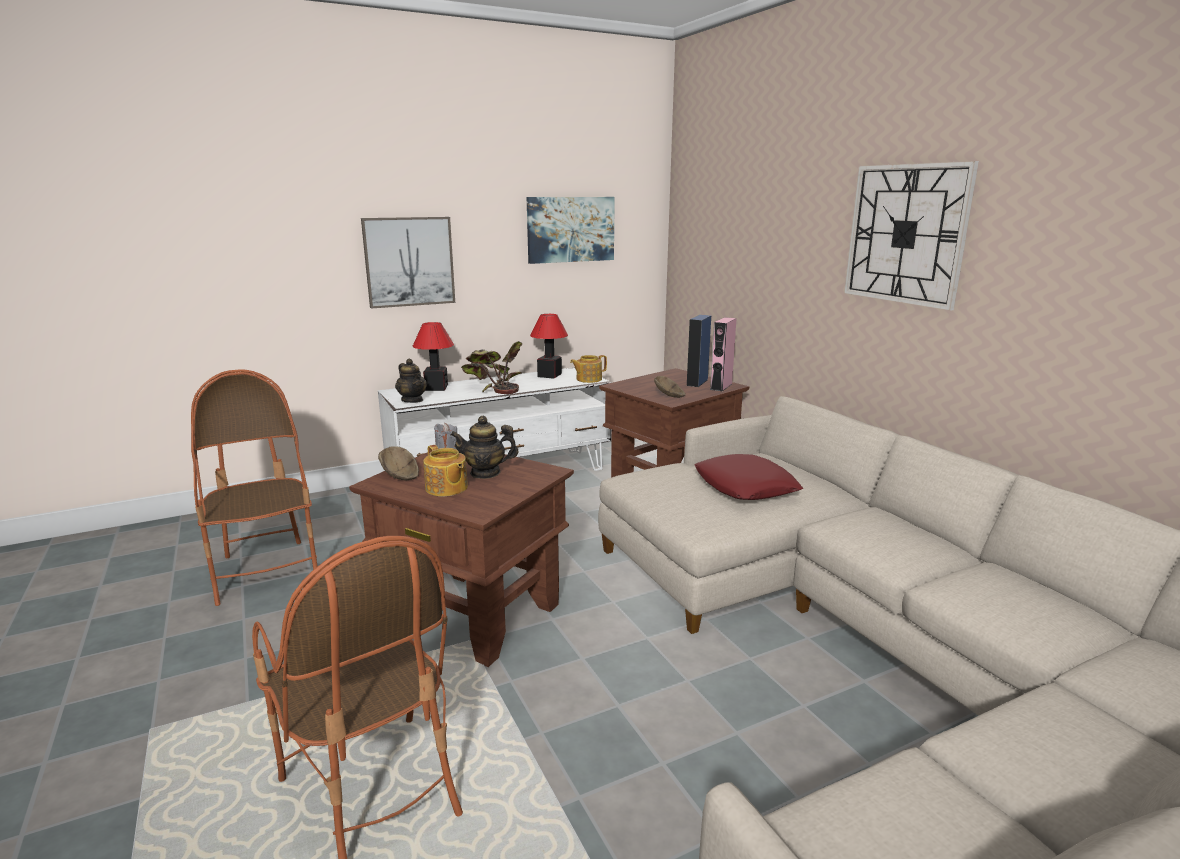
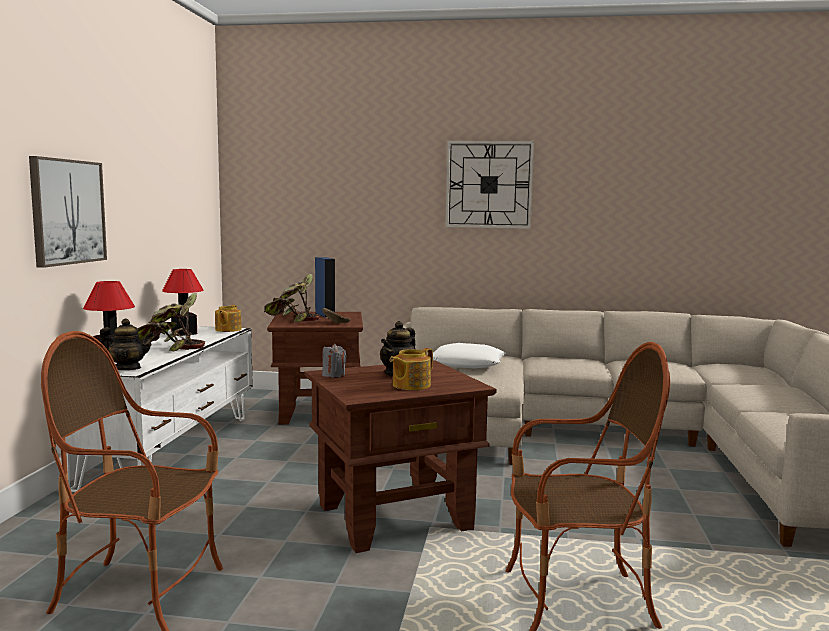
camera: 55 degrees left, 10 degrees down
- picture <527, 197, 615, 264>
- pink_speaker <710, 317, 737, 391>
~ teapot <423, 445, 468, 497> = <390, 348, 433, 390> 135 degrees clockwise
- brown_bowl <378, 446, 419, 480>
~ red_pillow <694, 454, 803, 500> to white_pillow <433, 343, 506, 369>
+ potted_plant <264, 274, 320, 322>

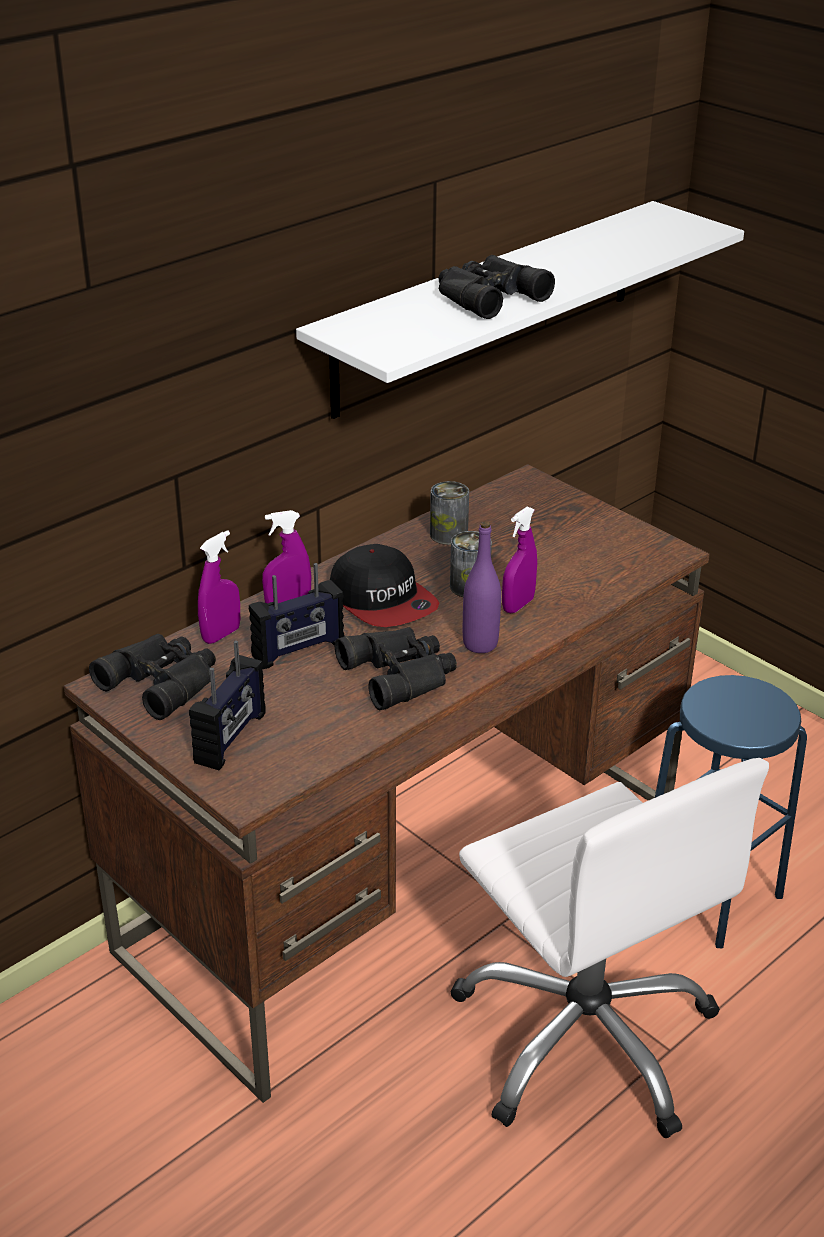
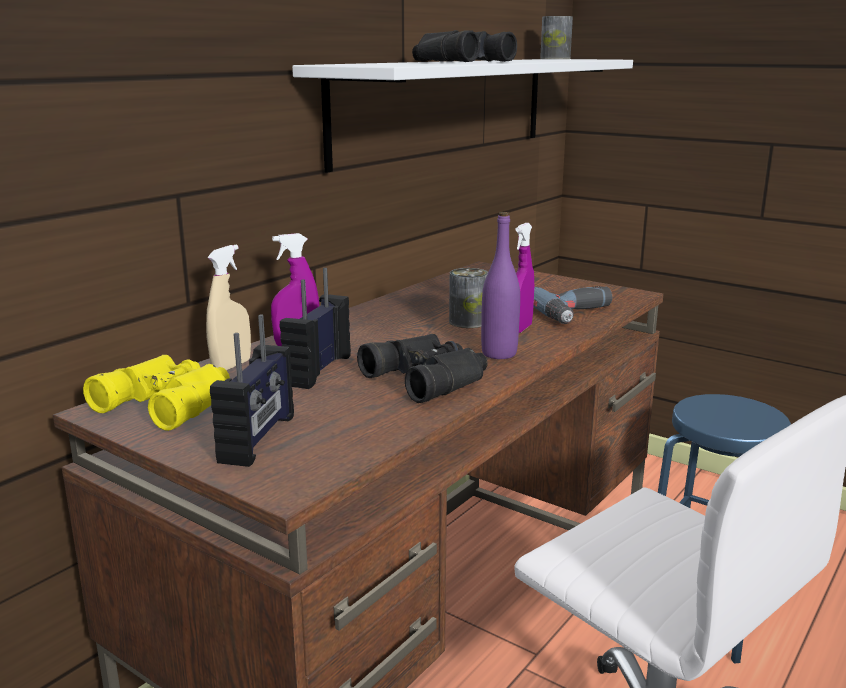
camera: 10 degrees left, 15 degrees down
~ can <430, 481, 469, 545> to <540, 16, 573, 59>
~ purple_spray_bottle <198, 530, 240, 644> to beige_spray_bottle <206, 245, 251, 370>
- cap <330, 544, 440, 627>
~ radio <249, 563, 344, 669> = <280, 268, 351, 389> 150 degrees clockwise
~ black_binoculars <89, 633, 216, 720> to yellow_binoculars <83, 355, 230, 431>
+ power_drill <533, 286, 612, 324>

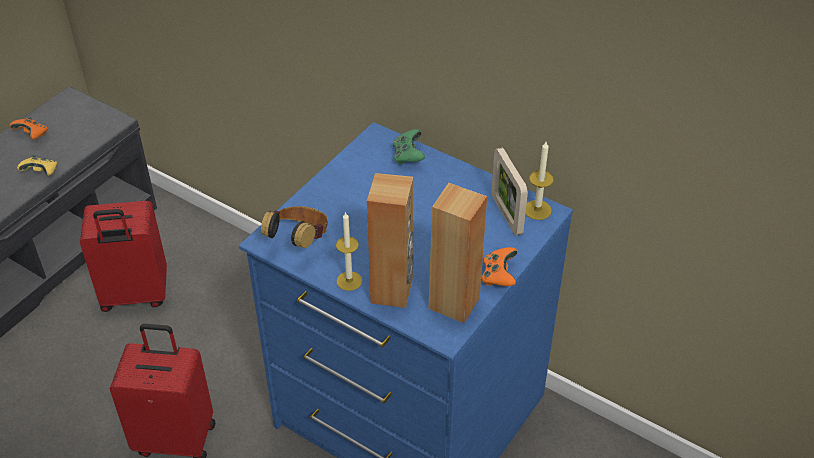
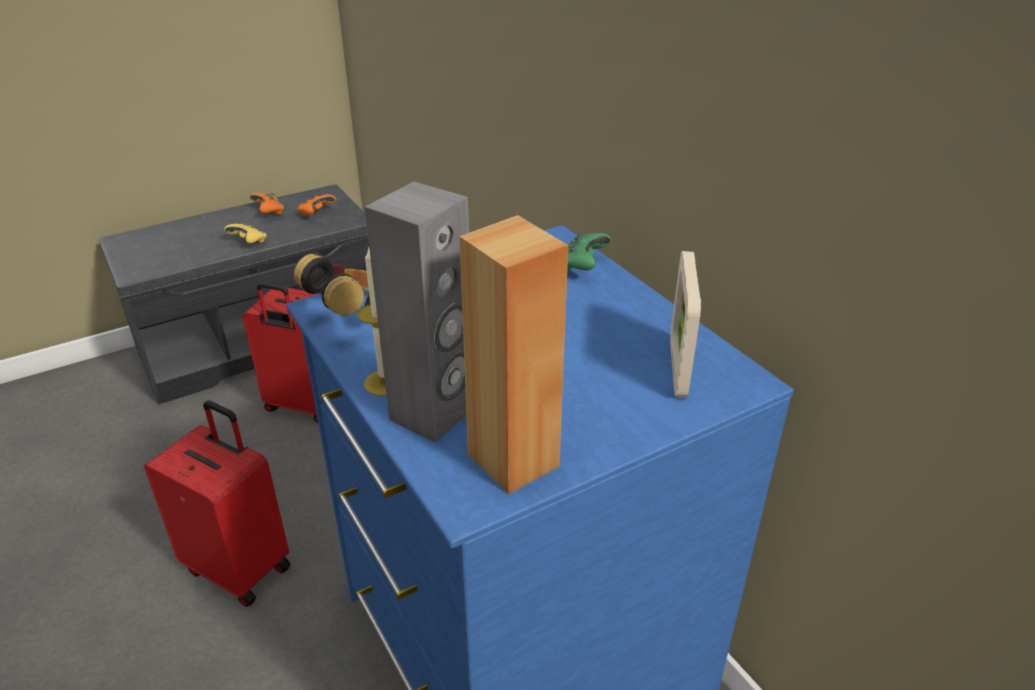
camera: 25 degrees right, 10 degrees down
- candle <525, 142, 554, 220>
~ brown_speaker <367, 173, 414, 308> to grey_speaker <364, 181, 469, 442>
~ orange_game_controller <482, 247, 518, 286> to <298, 194, 336, 216>

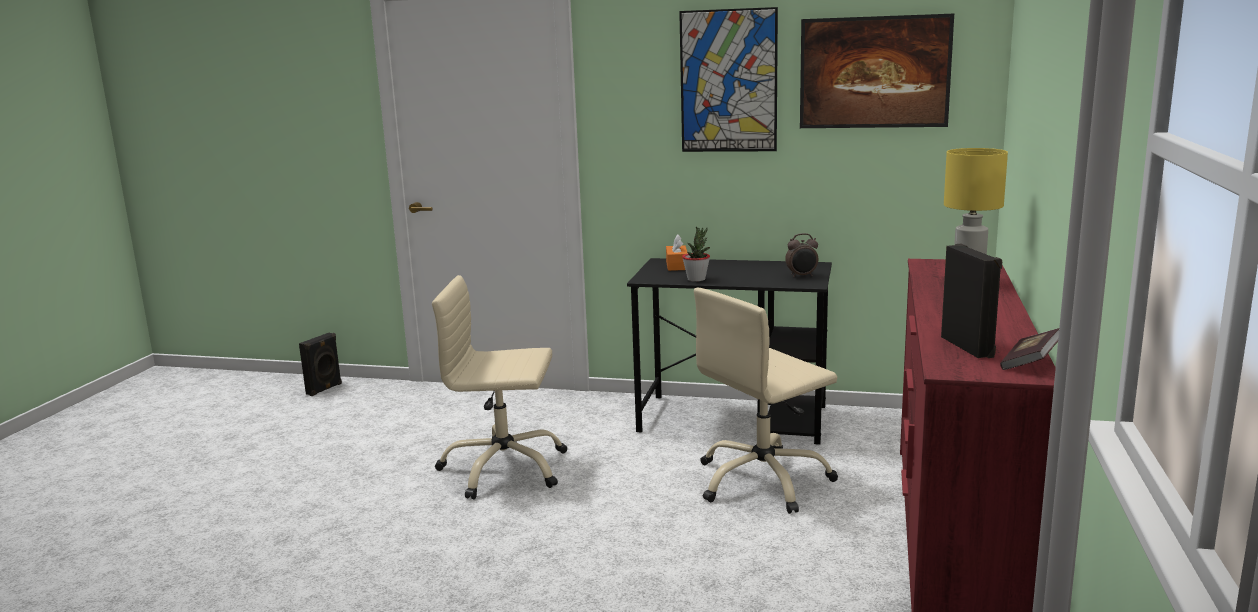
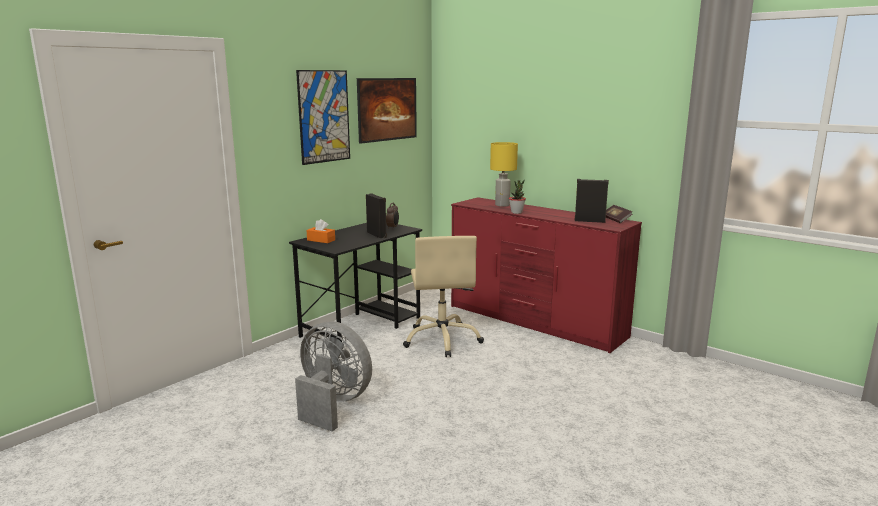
camera: 65 degrees left, 0 degrees up
~ potted_plant <682, 226, 710, 282> to <509, 180, 526, 214>
~ beige_office_chair <432, 275, 567, 499> to grey_fan <295, 321, 372, 432>
~ black_speaker <299, 333, 342, 396> to <366, 193, 387, 238>

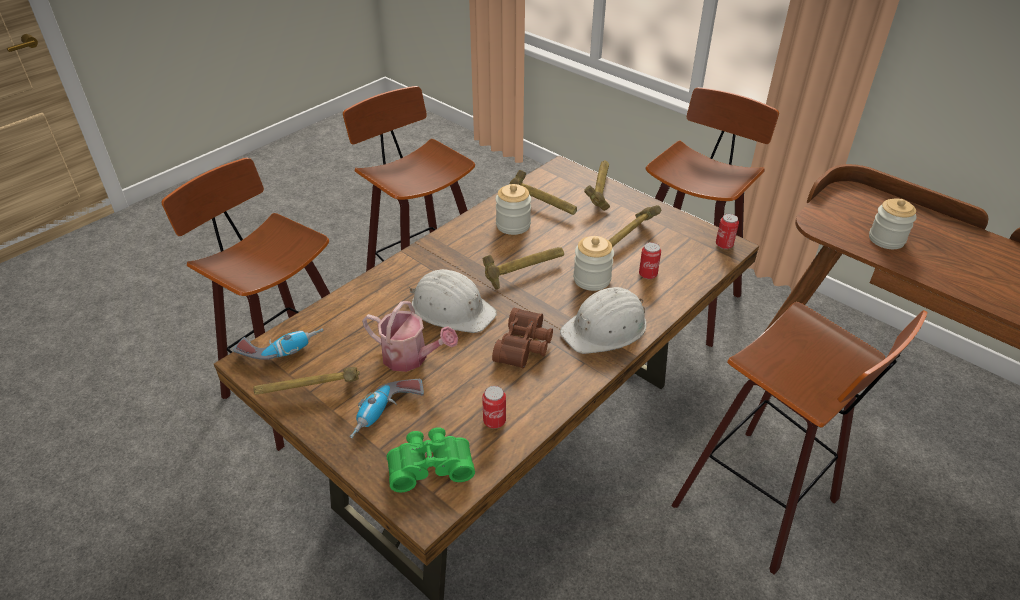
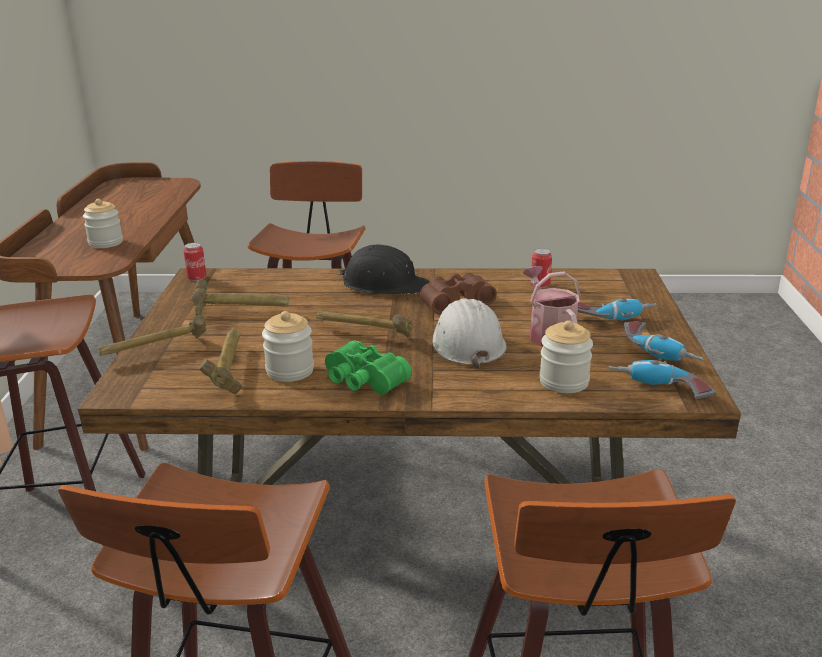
camera: 130 degrees left, 15 degrees down
~ jar <573, 236, 614, 291> to <539, 320, 593, 393>
- can <639, 242, 661, 279>
~ white_hard_hat <560, 287, 646, 354> to black_hard_hat <339, 245, 430, 294>
~ hammer <253, 367, 360, 395> to power_drill <624, 321, 704, 361>
~ green_binoculars <387, 427, 475, 492> to <325, 341, 412, 395>

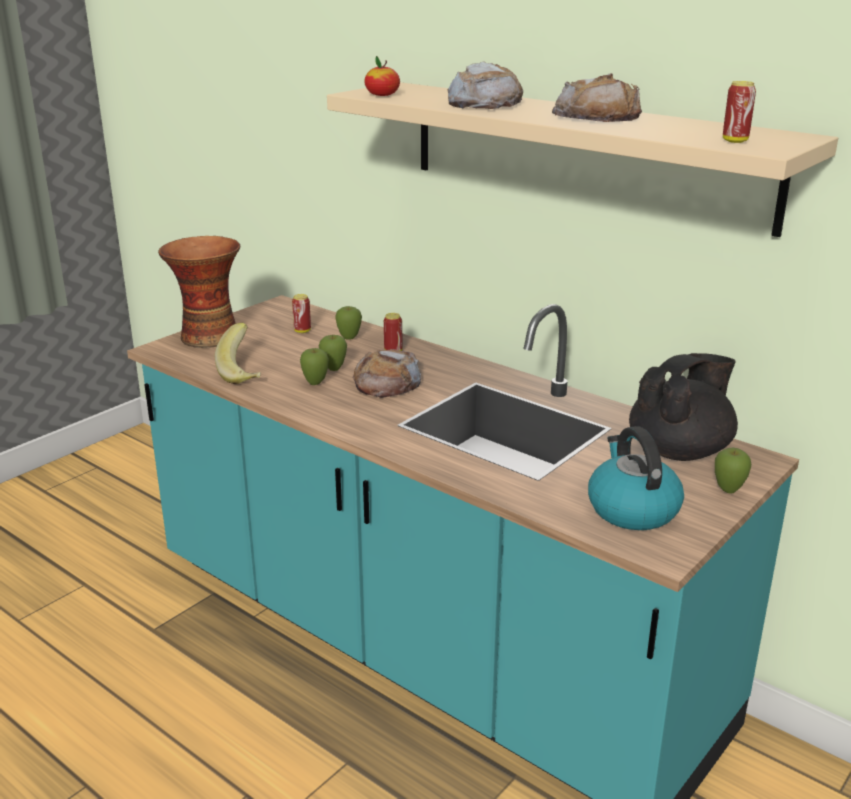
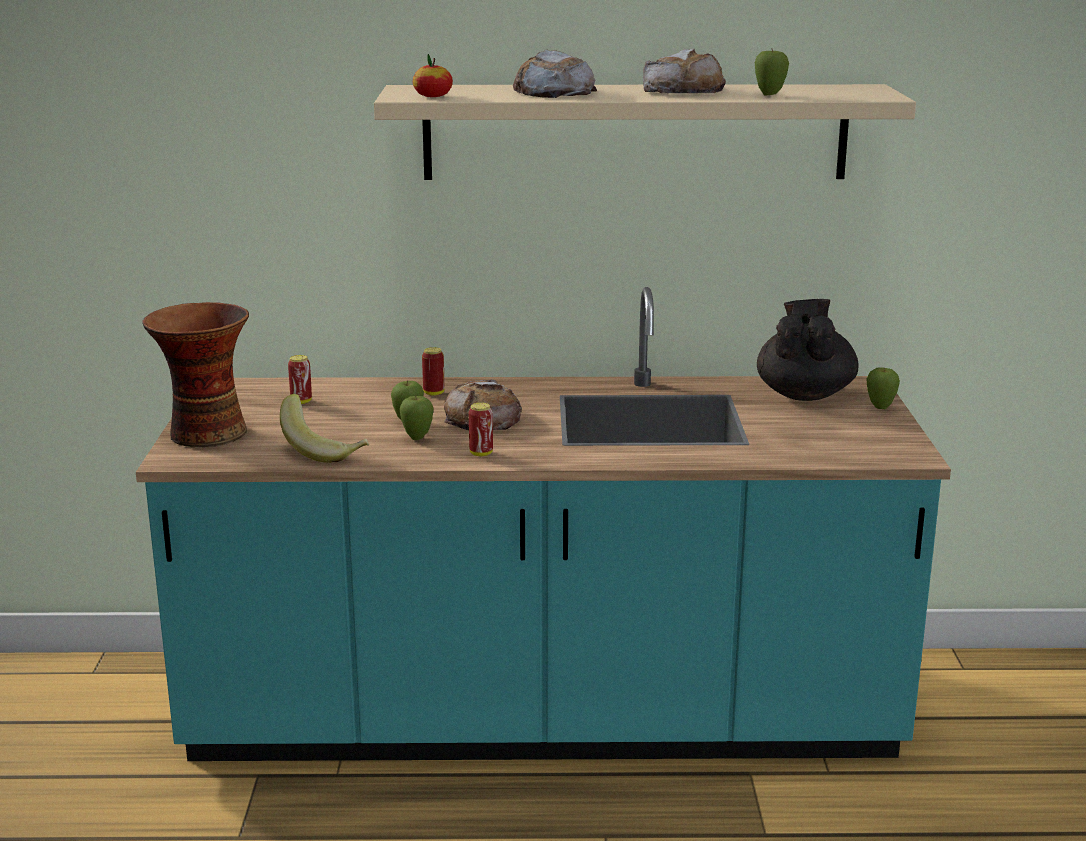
camera: 40 degrees left, 5 degrees down
~ can <723, 81, 756, 143> to <469, 402, 493, 456>
~ apple <335, 306, 362, 340> to <755, 50, 789, 96>
- kettle <588, 426, 684, 530>

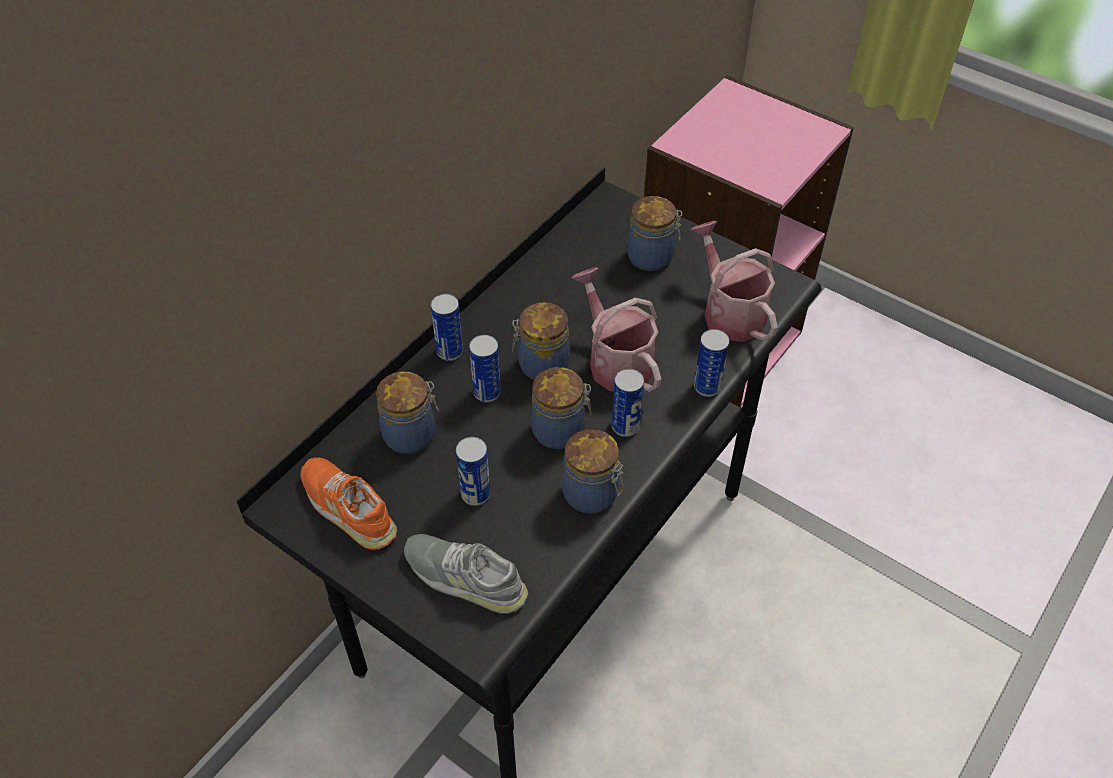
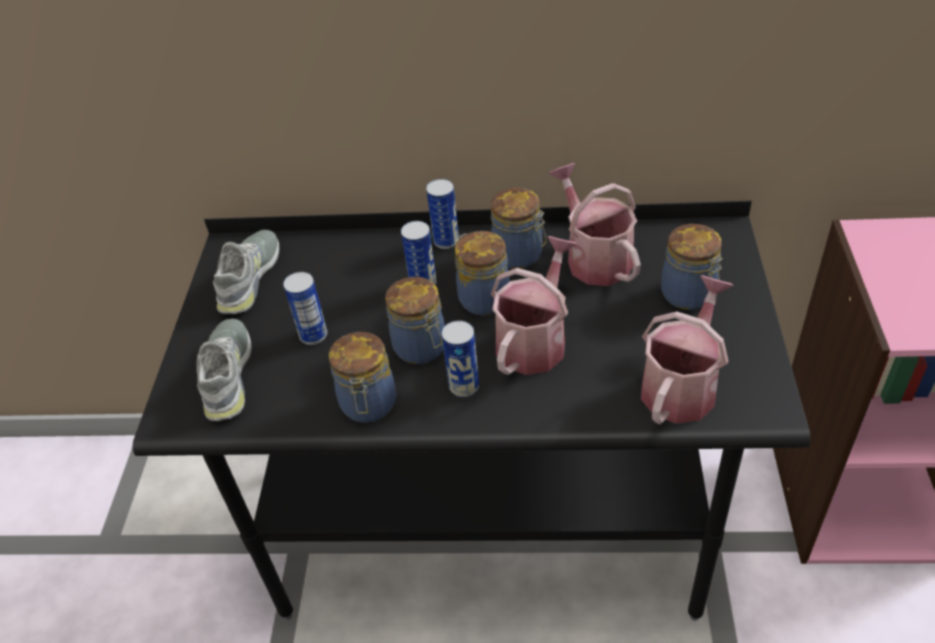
camera: 60 degrees right, 5 degrees down
- can <694, 329, 730, 397>
~ jar <376, 372, 439, 454> to <491, 188, 547, 269>
~ orange_shoe <301, 458, 397, 550> to grey_shoe <213, 230, 279, 314>
+ watering_can <549, 163, 641, 286>

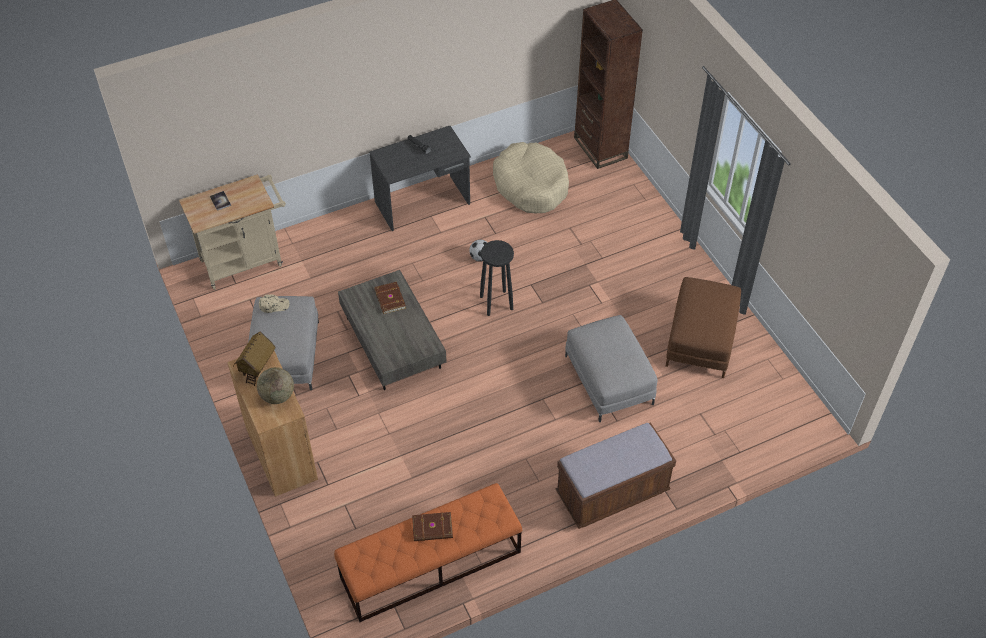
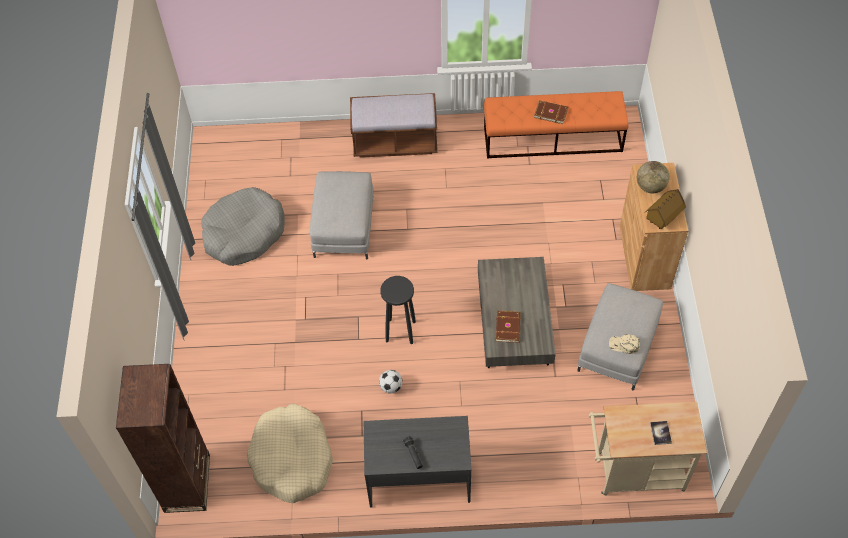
camera: 155 degrees left, 5 degrees up
~ brown_ottoman <666, 277, 741, 378> to grey_dog_bed <201, 187, 285, 266>

